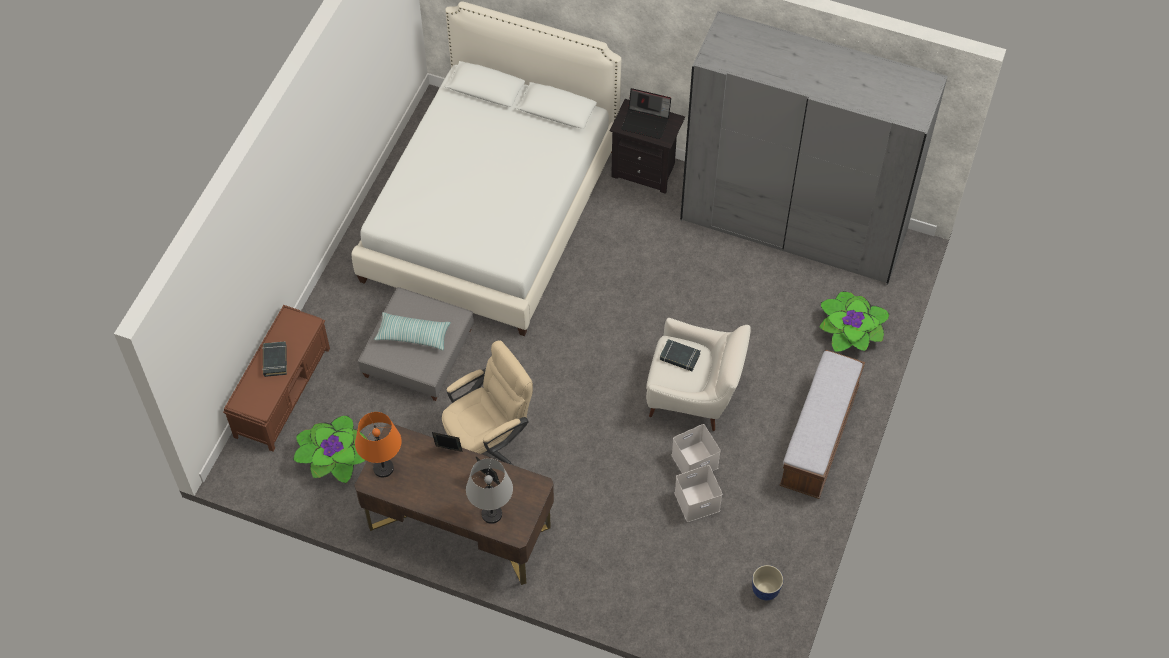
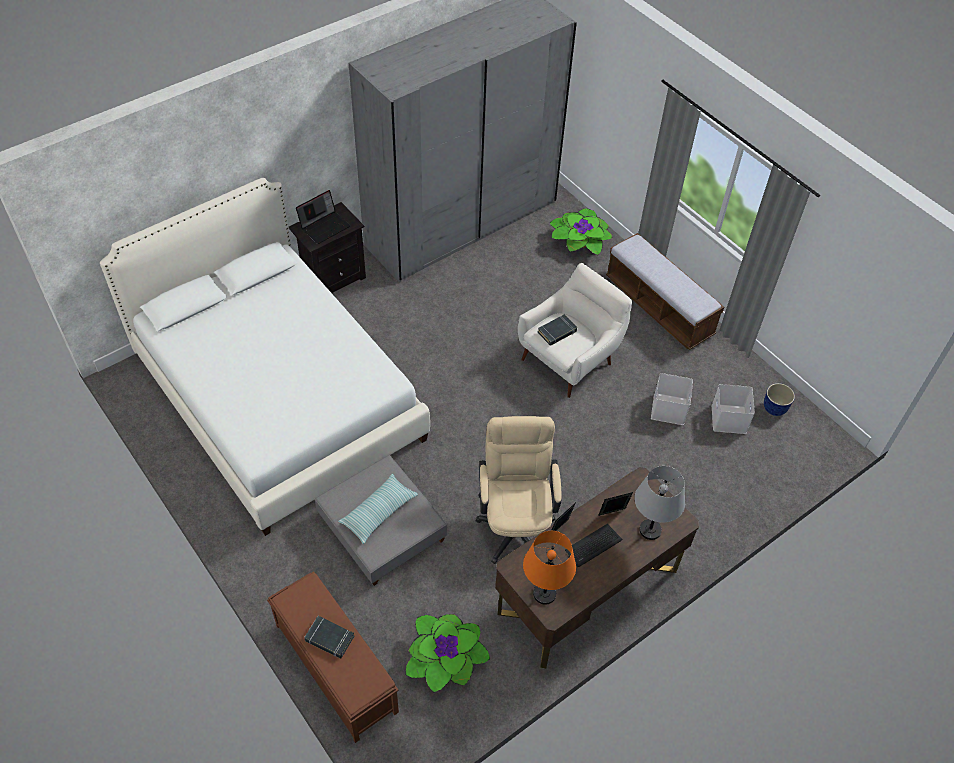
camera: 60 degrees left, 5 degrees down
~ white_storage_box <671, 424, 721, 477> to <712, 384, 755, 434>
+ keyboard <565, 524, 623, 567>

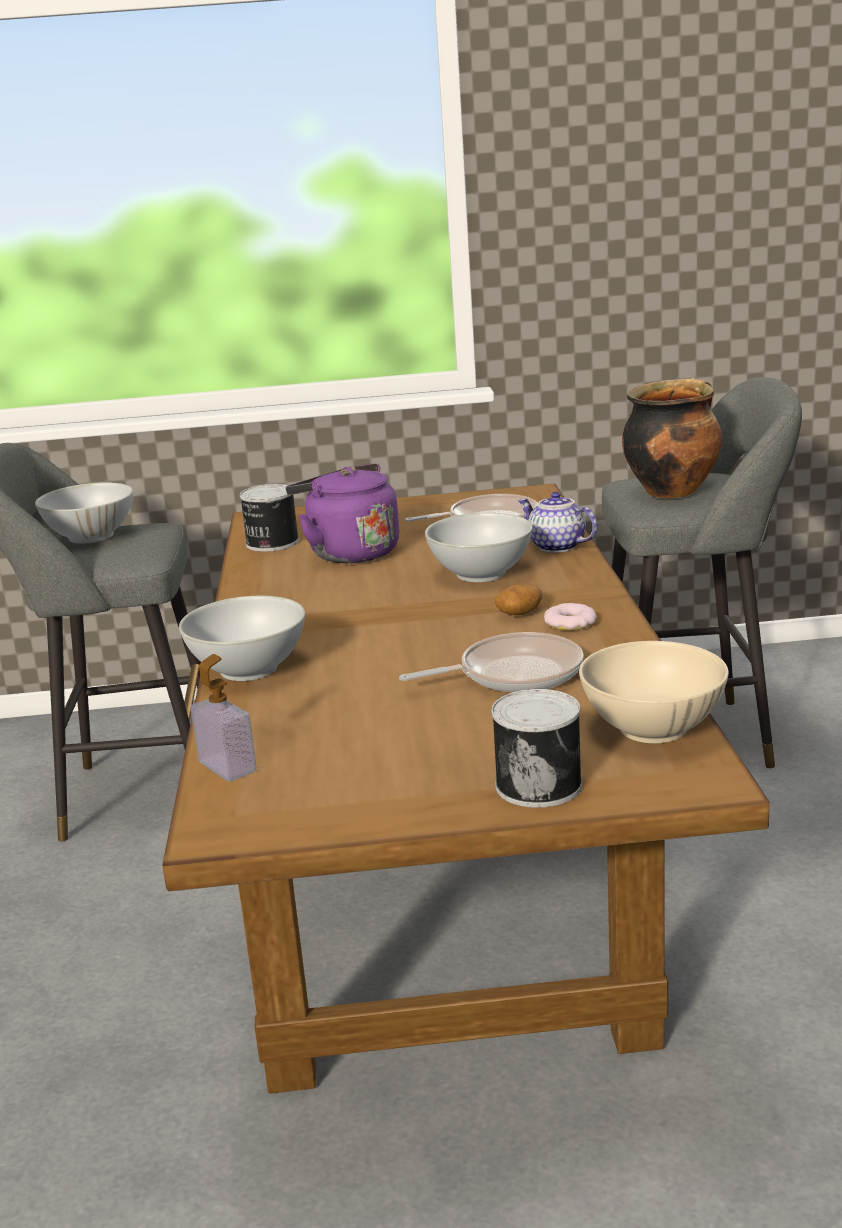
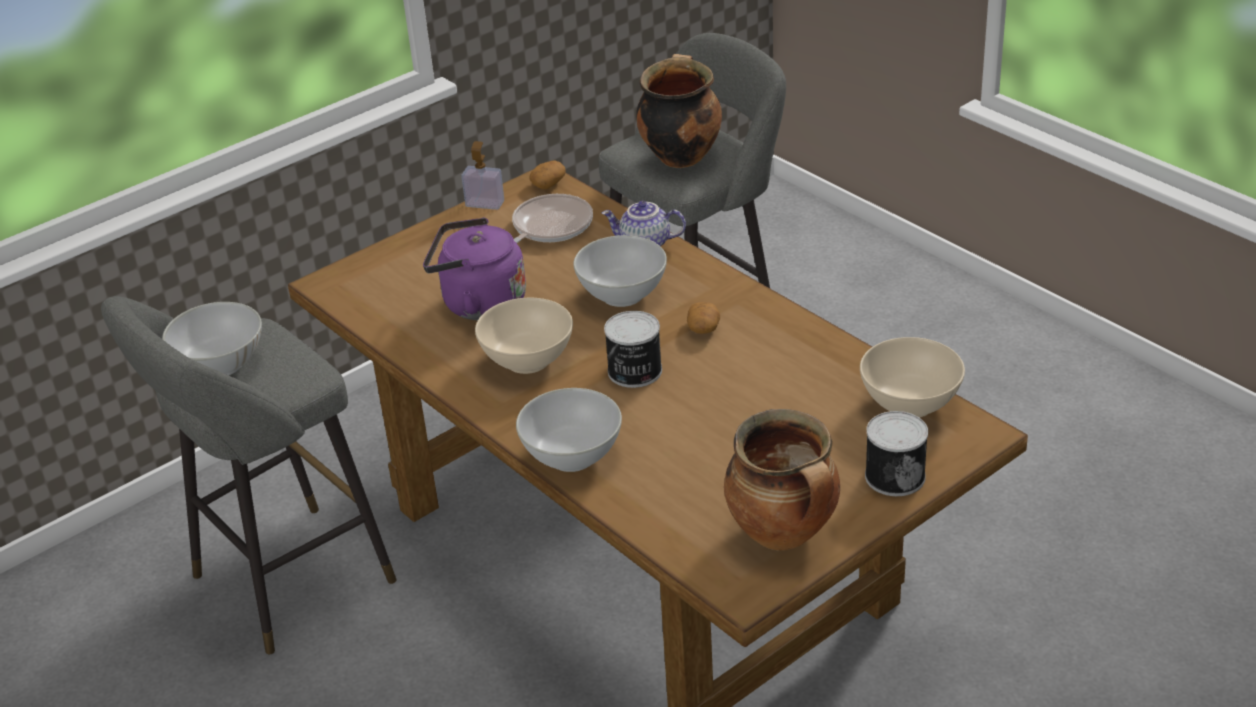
camera: 35 degrees left, 15 degrees up
~ can <240, 484, 299, 552> to <604, 311, 662, 388>
- donut <544, 603, 597, 631>
- frying_pan <399, 632, 584, 692>
~ soap_dispenser <191, 654, 257, 782> to <461, 141, 504, 210>
+ potato <530, 161, 566, 189>
+ beige_bowl <475, 298, 573, 374>
+ cooking_pot <724, 409, 840, 551>

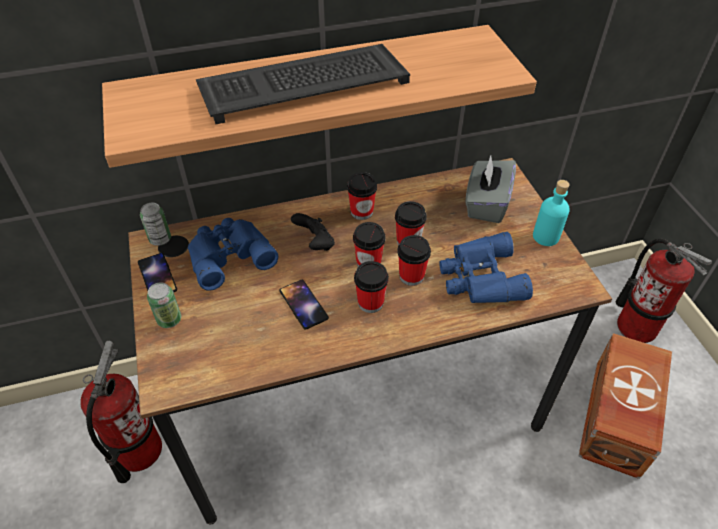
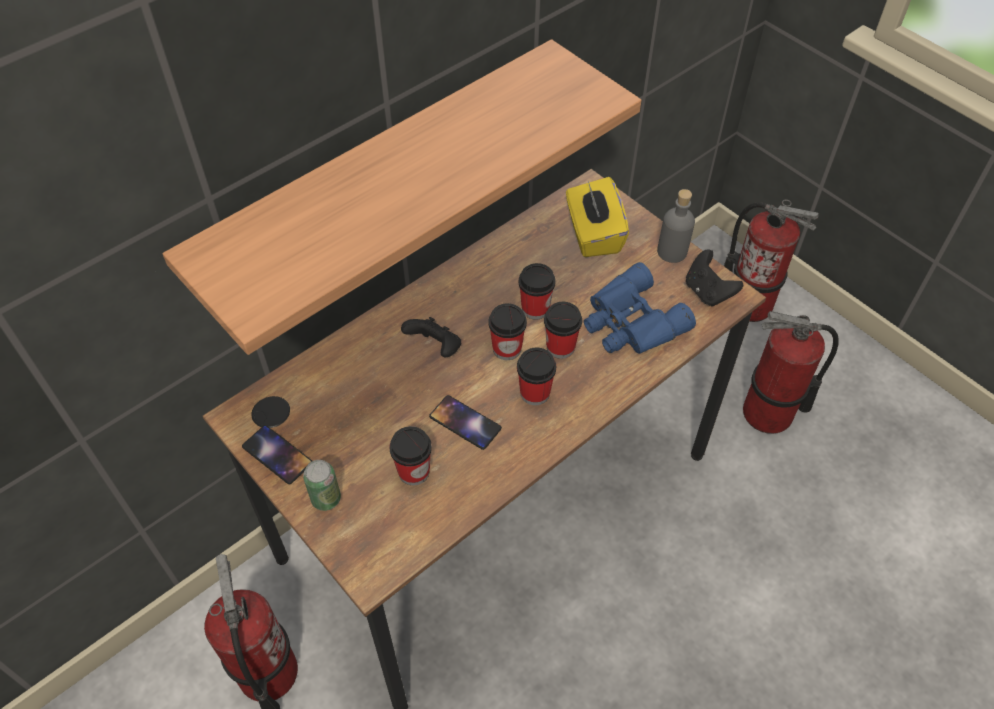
camera: 25 degrees left, 5 degrees up
- keyboard <196, 44, 410, 124>
~ grey_tissue_box <465, 155, 516, 223> to yellow_tissue_box <566, 177, 629, 257>
~ cup <347, 172, 377, 220> to <389, 426, 432, 485>
~ turquoise_bottle <533, 180, 570, 246> to grey_bottle <657, 189, 695, 263>
- can <140, 203, 171, 246>
- blue_binoculars <188, 218, 278, 291>
~ brown_storage_box <578, 333, 672, 479> to fire_extinguisher <743, 311, 839, 434>
+ black_game_controller <686, 249, 743, 307>

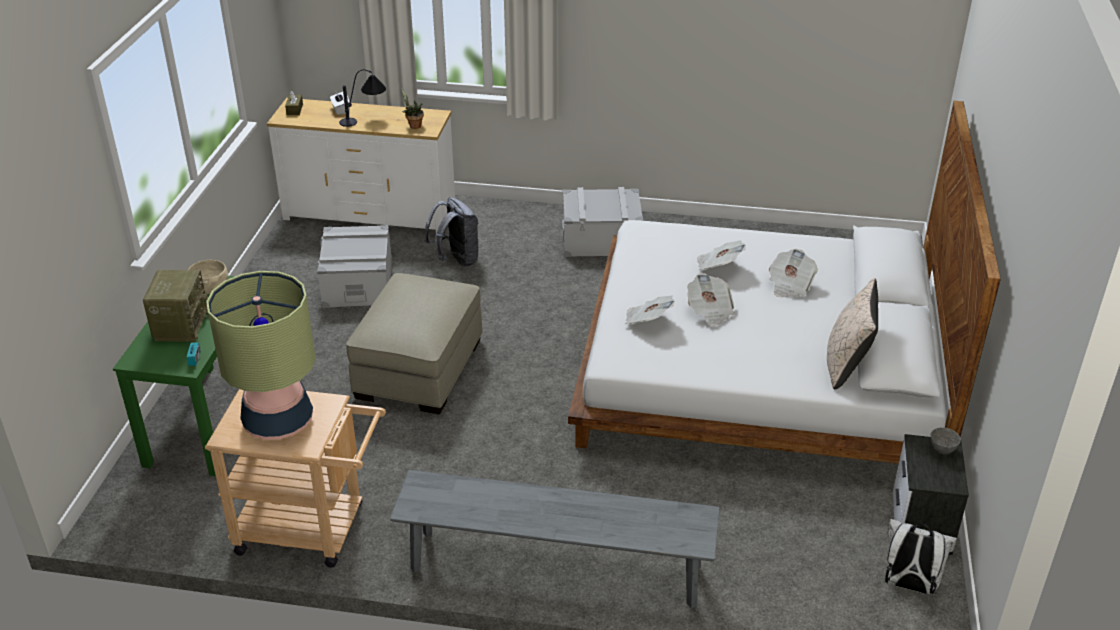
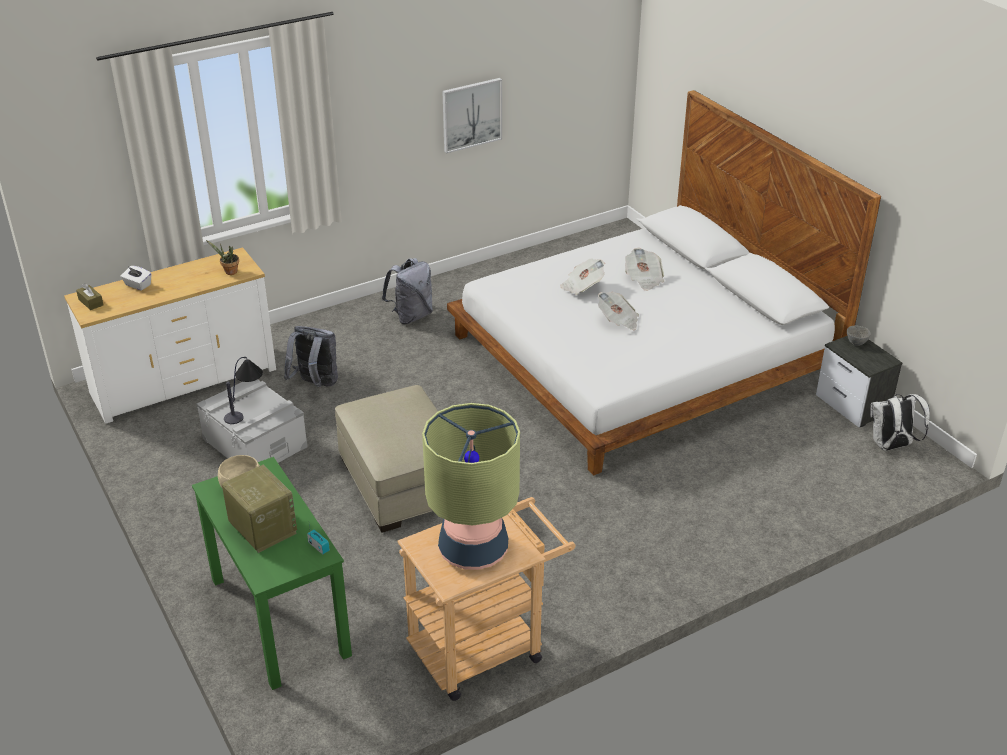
camera: 40 degrees left, 0 degrees up
~ table_lamp <339, 69, 386, 127> to <224, 357, 263, 424>
~ grey_storage_box <562, 187, 643, 257> to grey_backpack <382, 258, 433, 324>
- beige_pillow <827, 278, 878, 390>
- newspaper <625, 295, 675, 324>
- grey_bench <390, 470, 720, 609>
+ picture <442, 78, 502, 153>

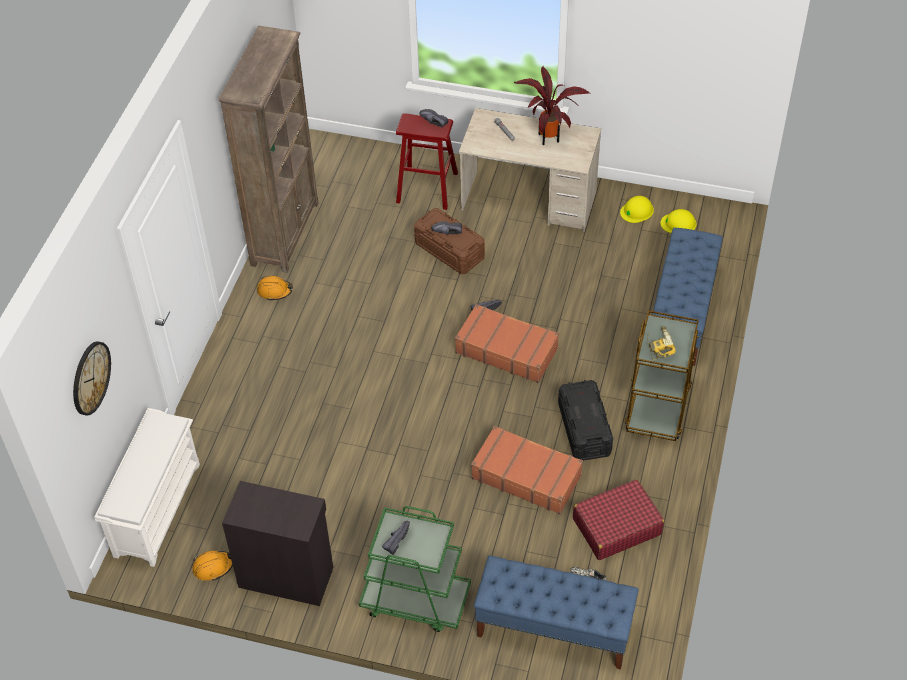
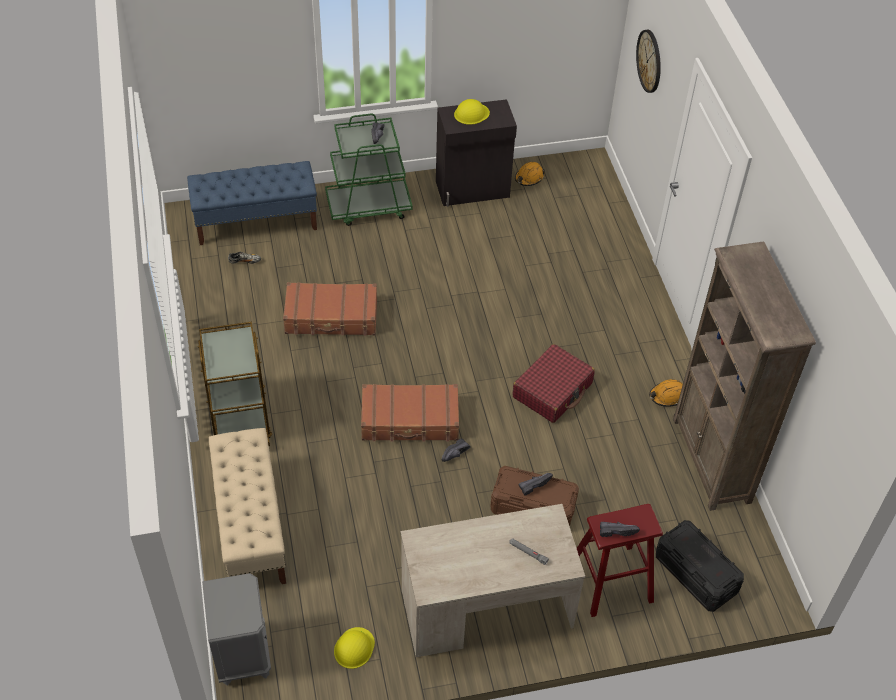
camera: 150 degrees right, 0 degrees up
- potted_plant <514, 66, 591, 145>
~ yellow_hard_hat <660, 209, 697, 233> to <454, 99, 490, 125>
~ blue_bench <652, 228, 723, 366> to beige_bench <209, 428, 286, 584>
- power_drill <647, 326, 676, 360>
~ black_storage_box <558, 380, 613, 461> to <656, 520, 744, 612>
- white_shoe_rack <94, 408, 200, 567>
~ red_suitcase <573, 479, 664, 560> to <512, 344, 595, 423>
+ grey_nightstand <202, 573, 271, 686>

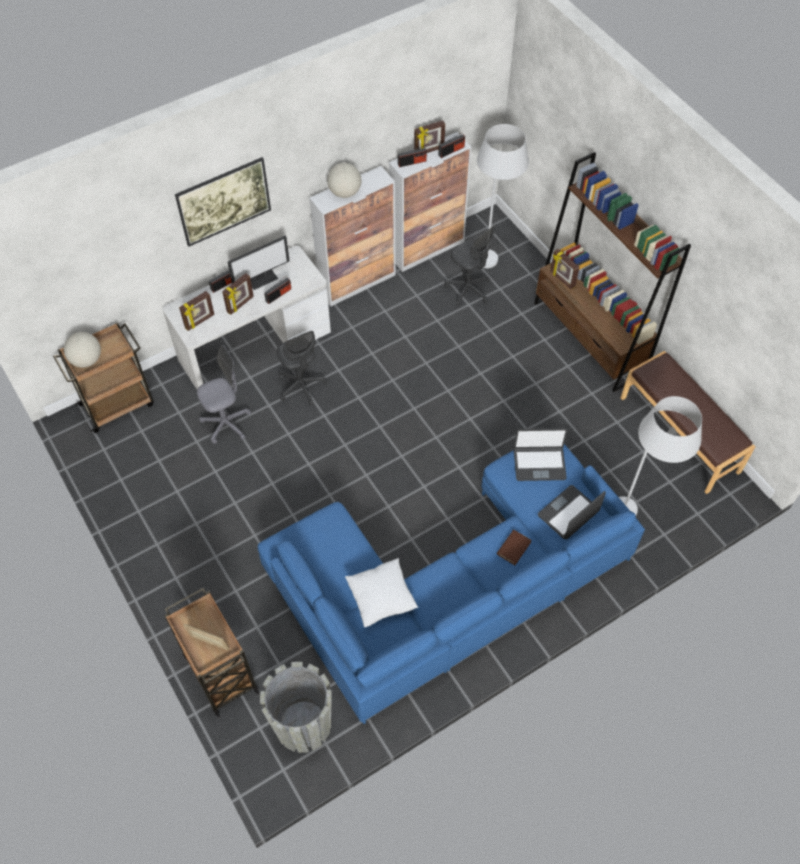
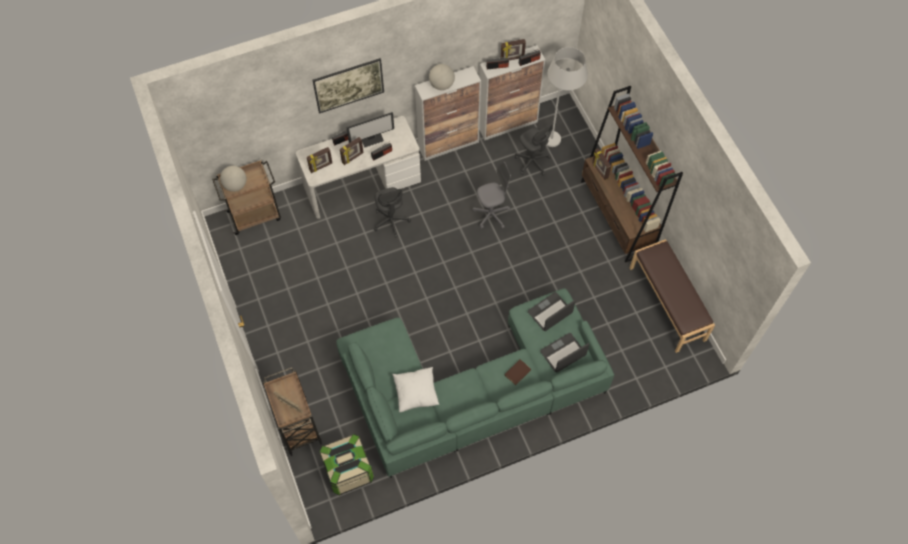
camera: 10 degrees right, 5 degrees up
~ grey_office_chair <197, 345, 251, 444> to <473, 162, 511, 229>
- white_floor_lamp <619, 396, 702, 515>
~ laptop <514, 428, 568, 481> = <528, 292, 576, 331> 135 degrees clockwise
~ blue_sofa <258, 444, 645, 724> to green_sofa <336, 288, 614, 478>
~ grey_planter <260, 662, 332, 753> to storage_box <319, 434, 374, 495>

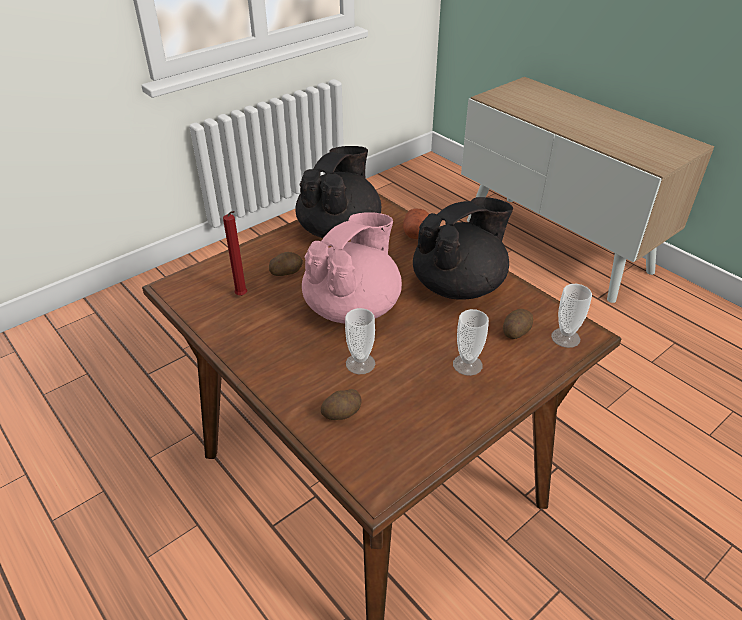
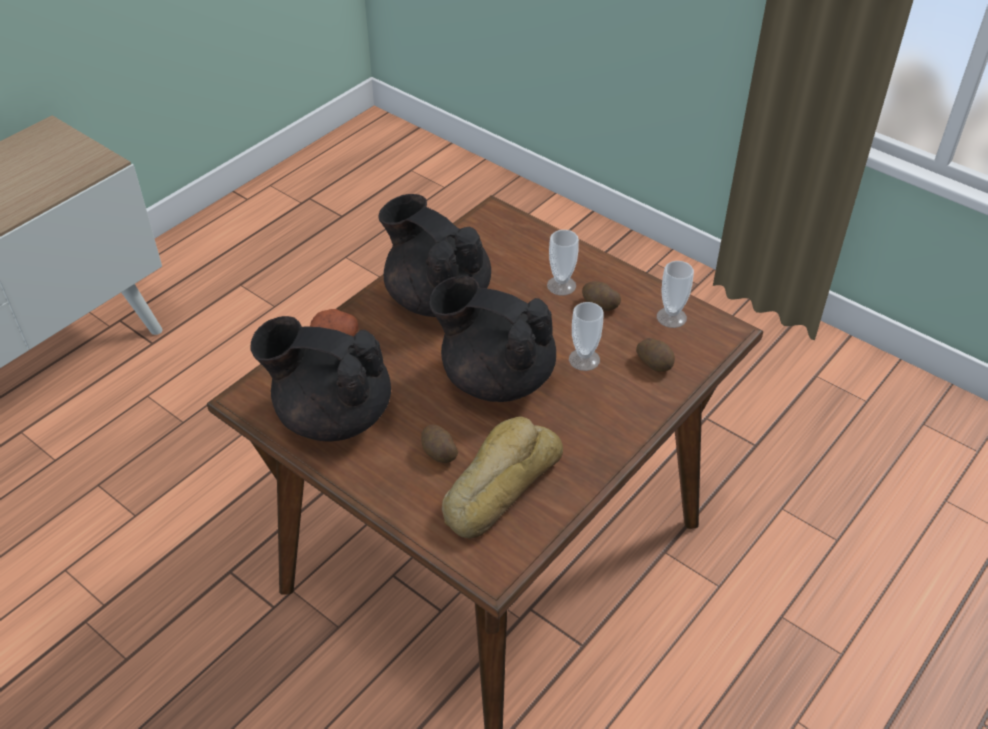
camera: 100 degrees left, 5 degrees up
~ red_candle <223, 211, 247, 296> to bread <442, 417, 563, 538>
~ pink_teapot <302, 212, 402, 324> to black_teapot <429, 276, 556, 402>
~ cup <551, 284, 592, 348> to <657, 261, 694, 328>
~ potato <503, 309, 533, 339> to <582, 281, 621, 311>

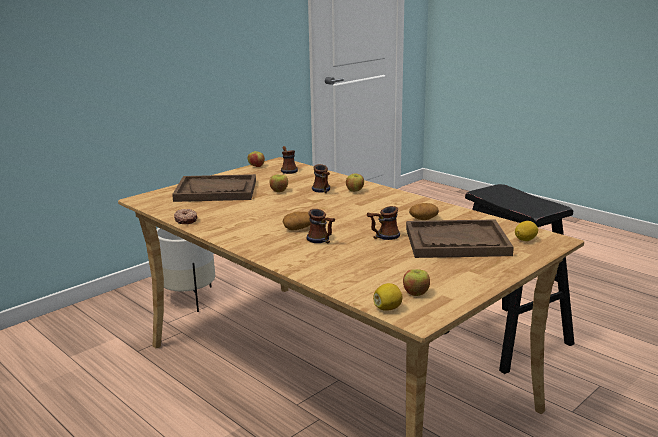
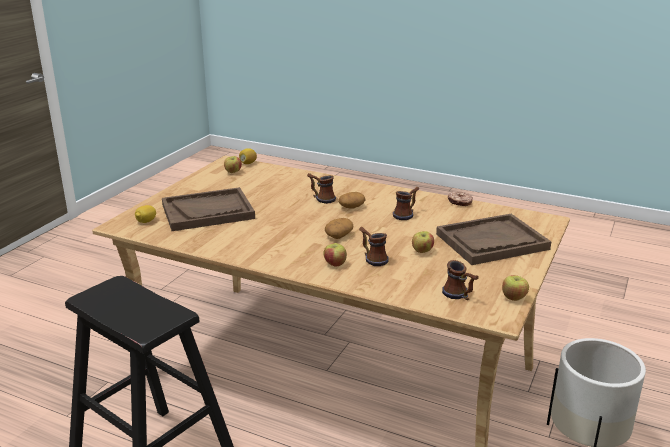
camera: 160 degrees right, 5 degrees up
~ potato <409, 203, 439, 220> to <325, 218, 353, 239>
~ mug <367, 206, 400, 240> to <393, 187, 419, 220>

